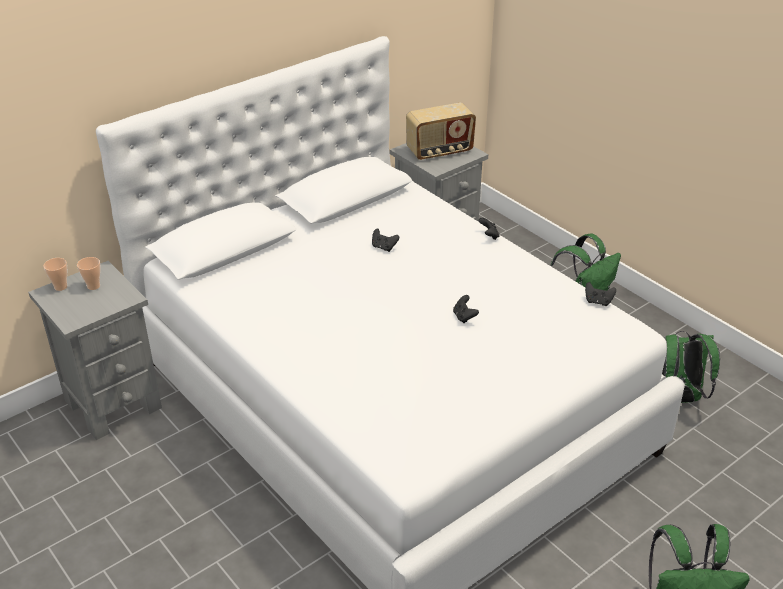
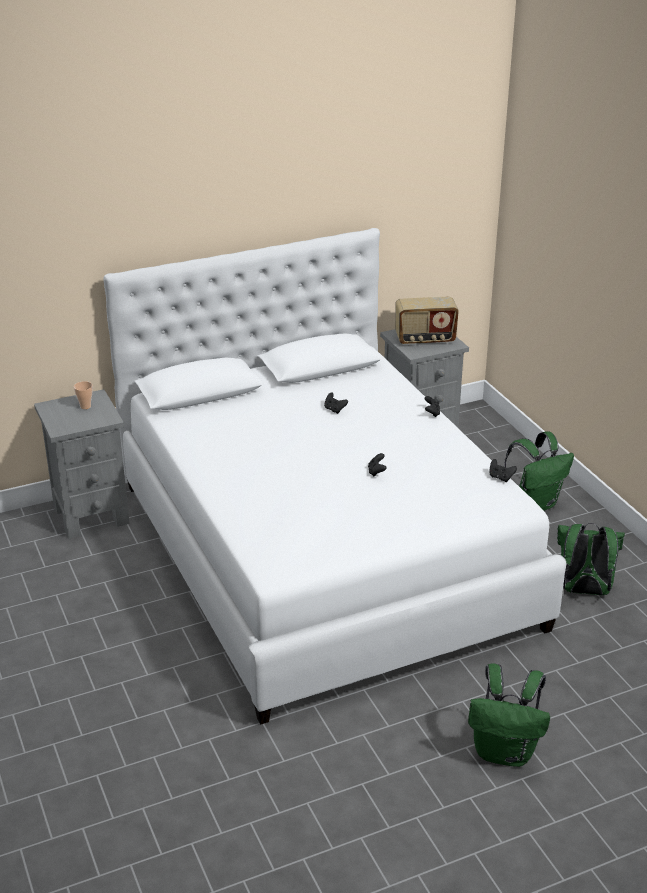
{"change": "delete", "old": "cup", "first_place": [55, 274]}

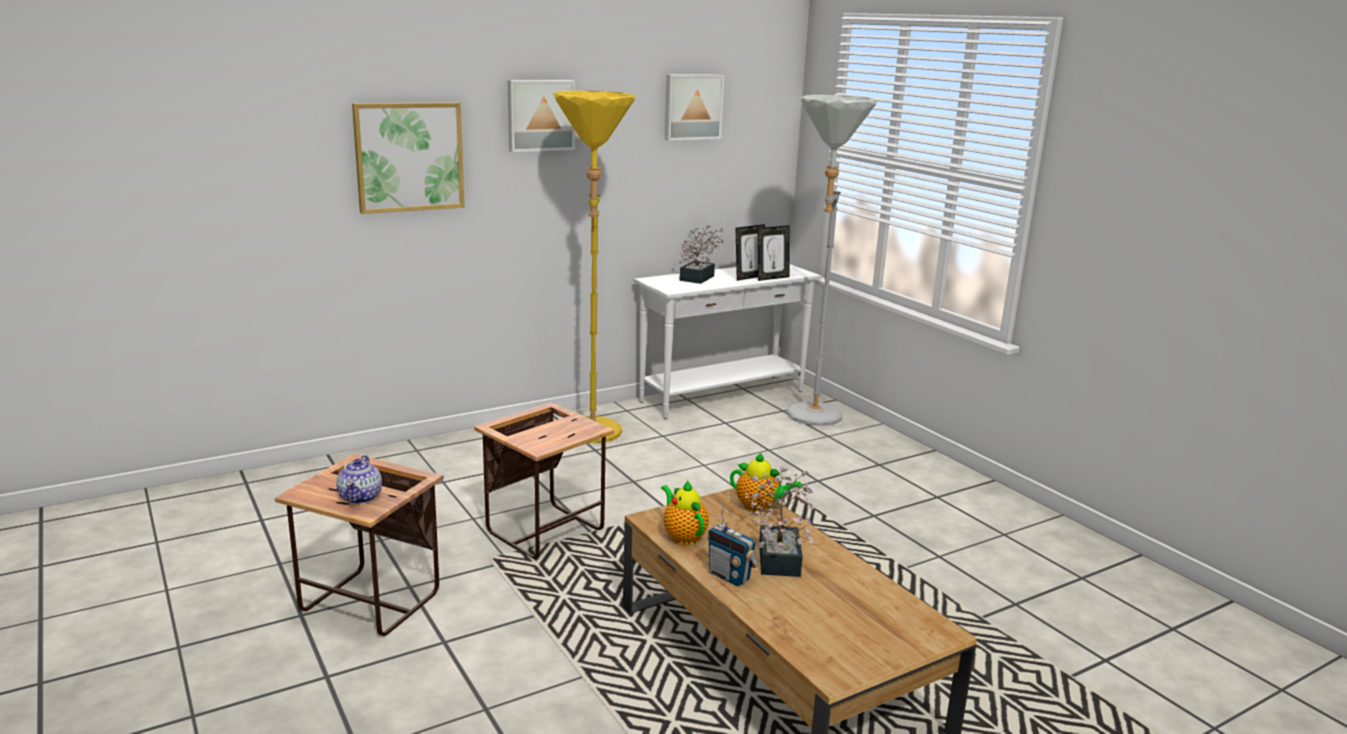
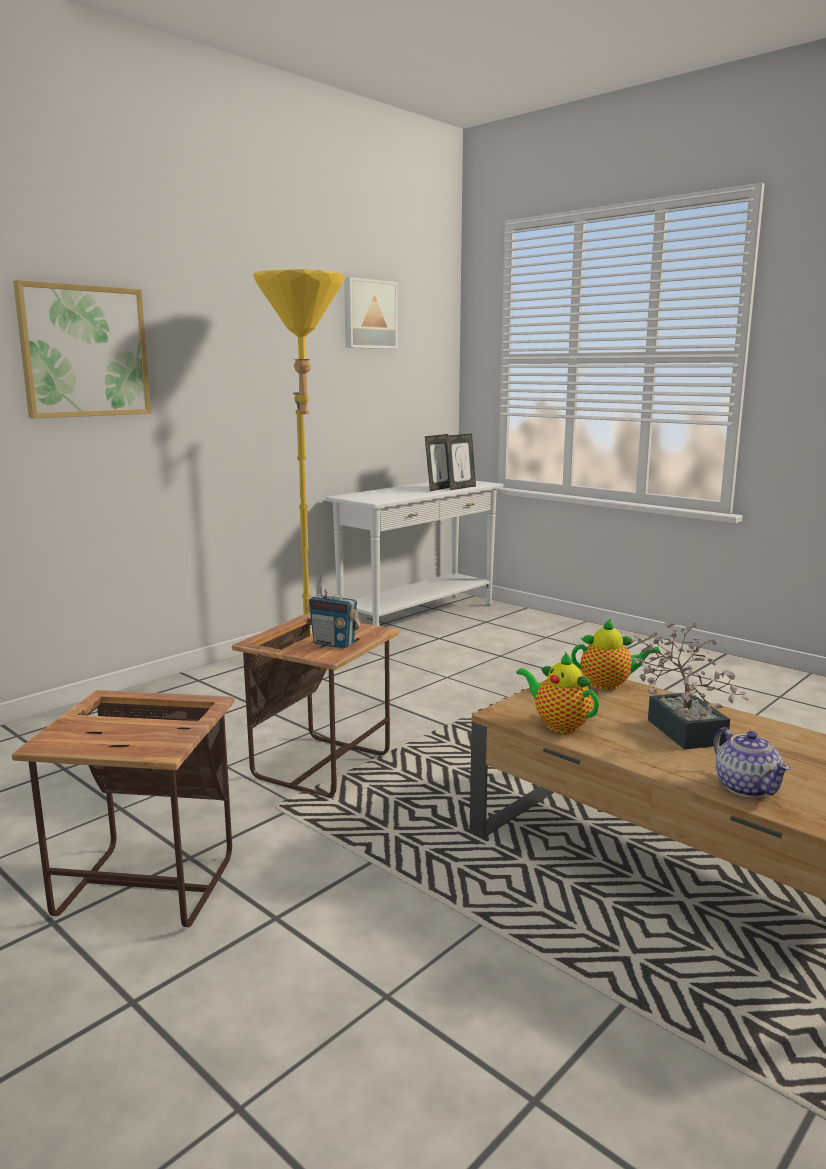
{"change": "move", "old": "radio", "first_place": [733, 544], "second_place": [334, 609]}
{"change": "move", "old": "teapot", "first_place": [359, 479], "second_place": [752, 762]}
{"change": "delete", "old": "picture", "first_place": [541, 116]}
{"change": "delete", "old": "potted_plant", "first_place": [701, 254]}
{"change": "delete", "old": "grey_floor_lamp", "first_place": [832, 260]}

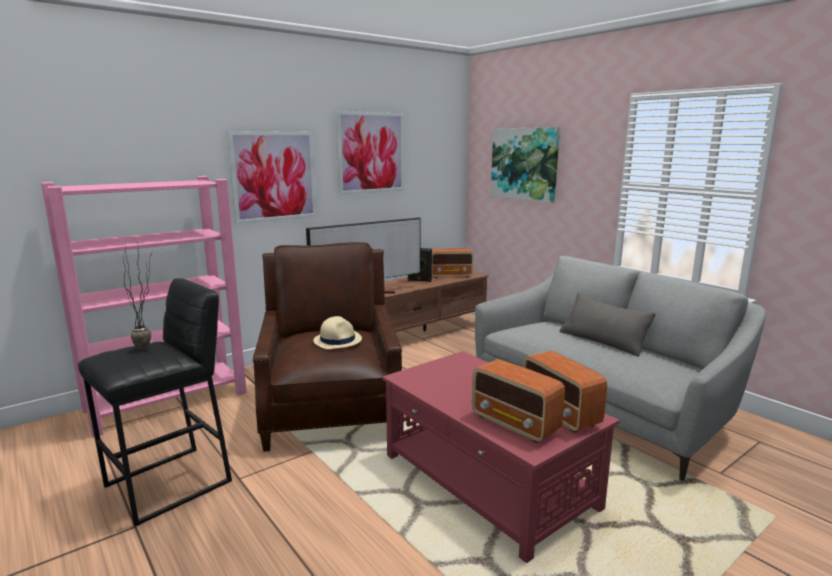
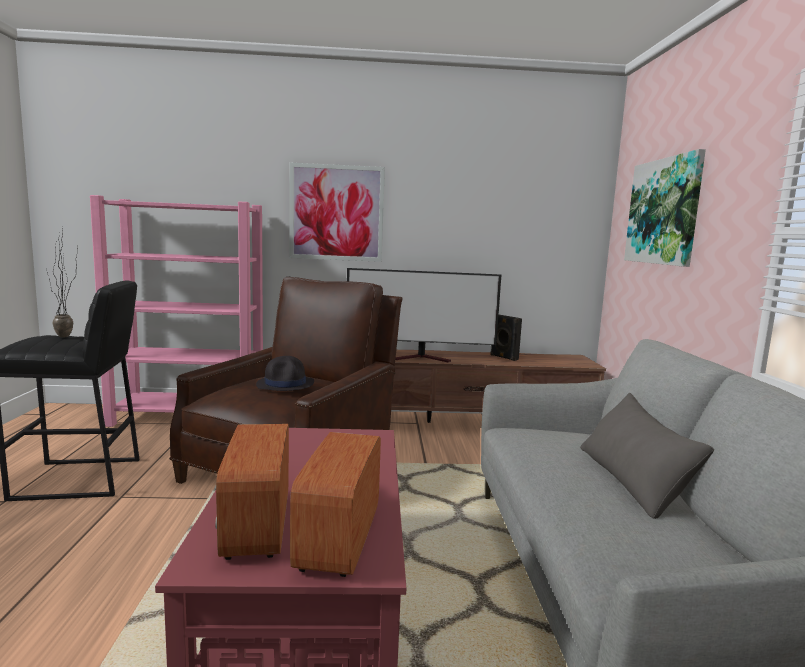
{"change": "recolor", "old": "beige_hat", "new": "black_hat", "first_place": [337, 332], "second_place": [285, 373]}
{"change": "delete", "old": "picture", "first_place": [370, 153]}
{"change": "delete", "old": "radio", "first_place": [452, 263]}

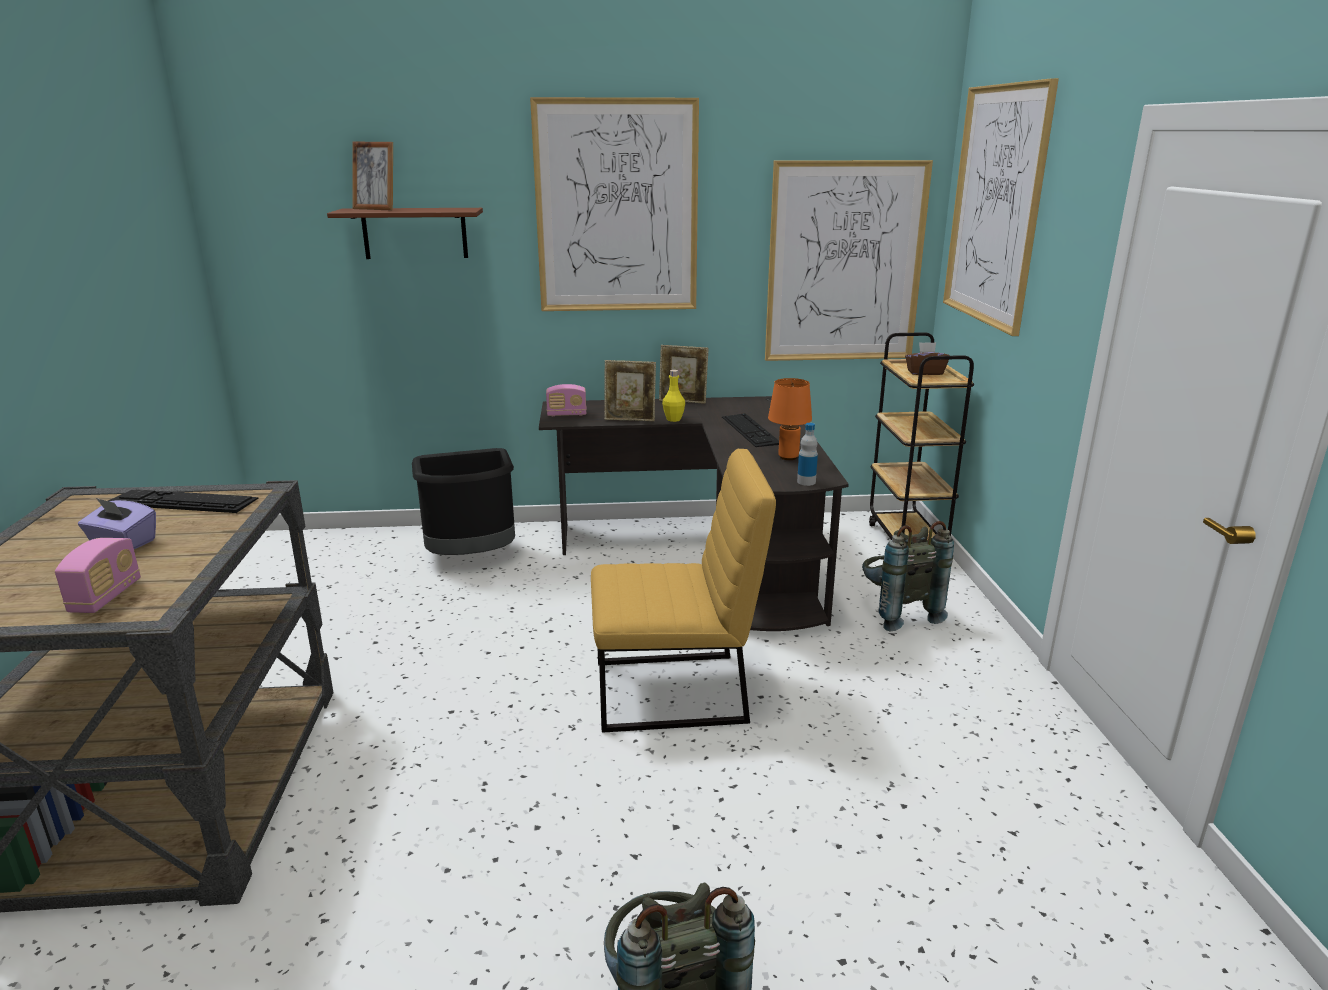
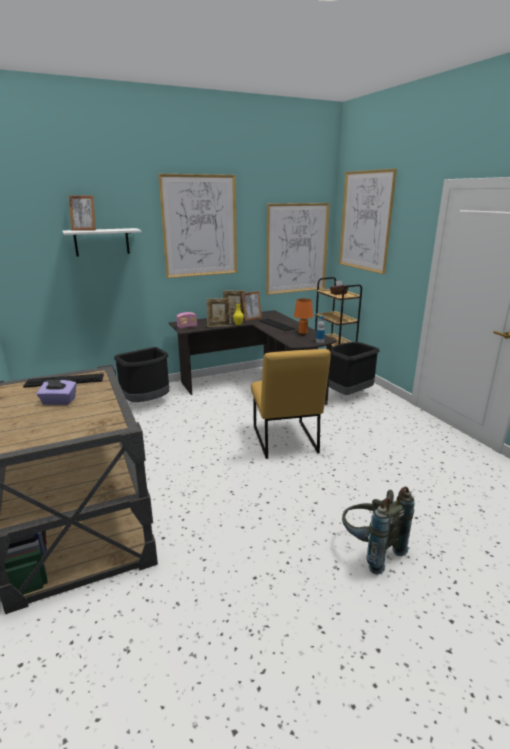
{"change": "recolor", "old": "brown_shelf", "new": "white_shelf", "first_place": [405, 233], "second_place": [102, 242]}
{"change": "insert", "new": "picture_frame", "second_place": [252, 306]}
{"change": "rotate", "old": "yellow_chair", "first_place": [683, 591], "second_place": [291, 404], "degrees": 105}
{"change": "replace", "old": "grey_backpack", "new": "black_trash_can", "first_place": [908, 576], "second_place": [354, 368]}
{"change": "delete", "old": "radio", "first_place": [98, 575]}

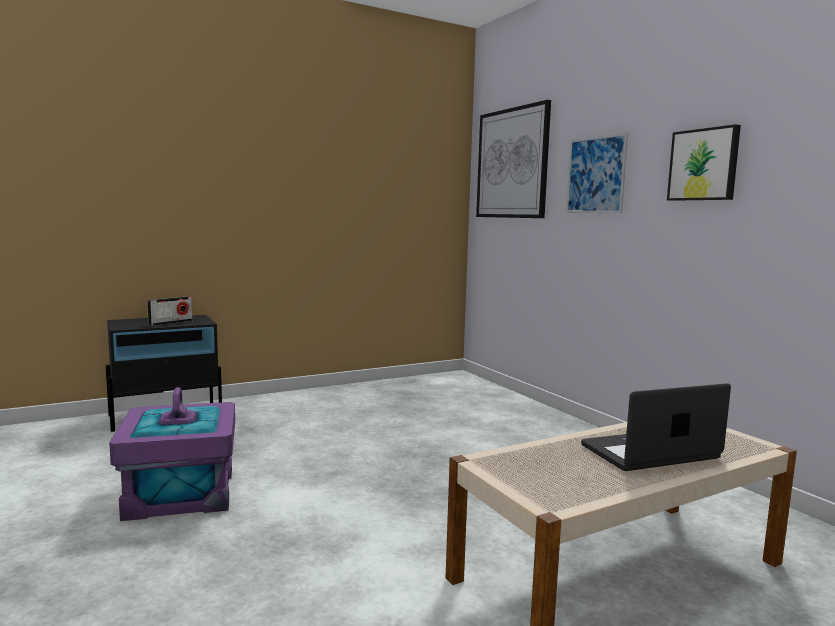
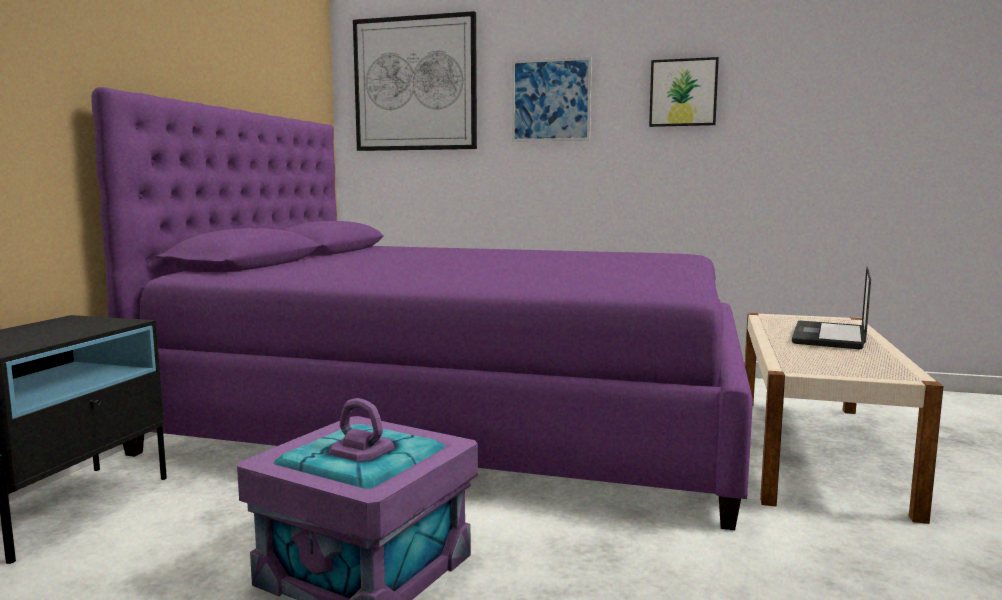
{"change": "insert", "new": "purple_bed", "second_place": [422, 308]}
{"change": "delete", "old": "radio", "first_place": [170, 311]}

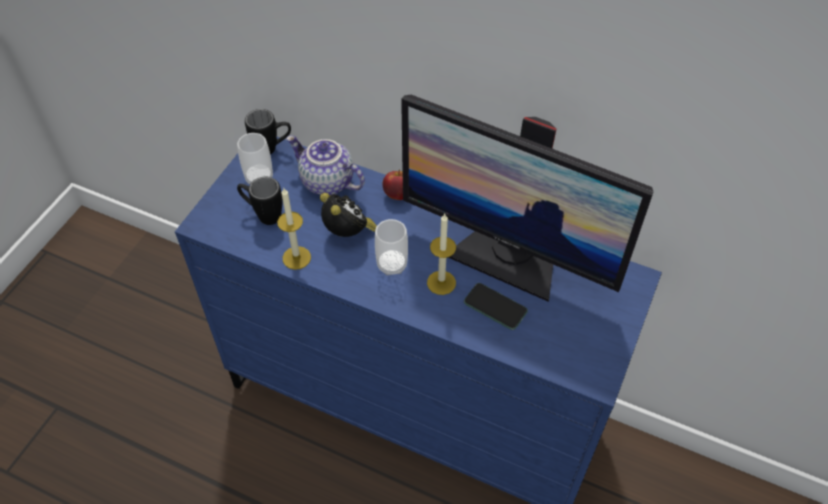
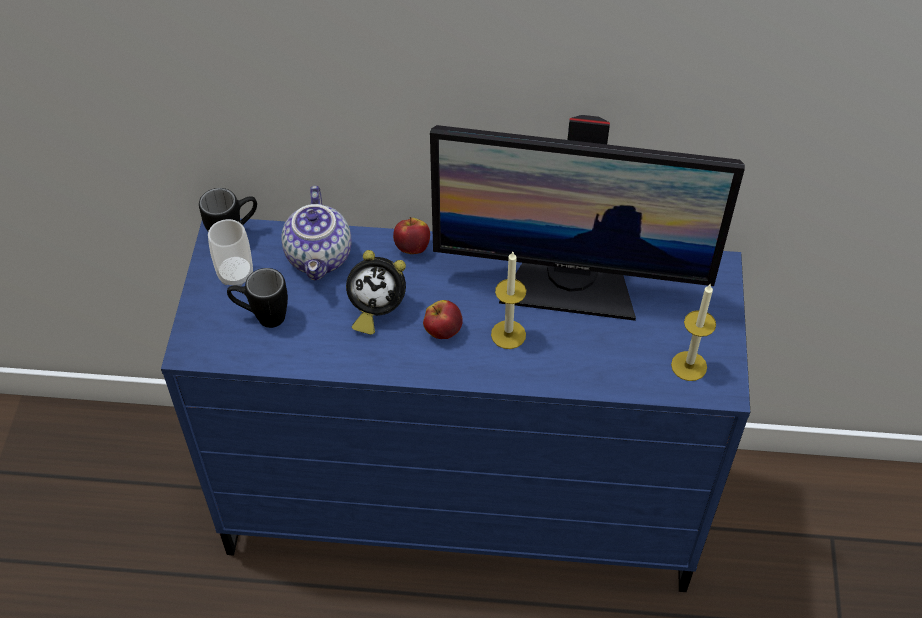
{"change": "rotate", "old": "teapot", "first_place": [325, 165], "second_place": [316, 233], "degrees": -105}
{"change": "rotate", "old": "alarm_clock", "first_place": [348, 214], "second_place": [376, 292], "degrees": 150}
{"change": "replace", "old": "cup", "new": "apple", "first_place": [391, 247], "second_place": [443, 319]}
{"change": "move", "old": "candle", "first_place": [294, 229], "second_place": [693, 332]}
{"change": "delete", "old": "phone", "first_place": [496, 306]}

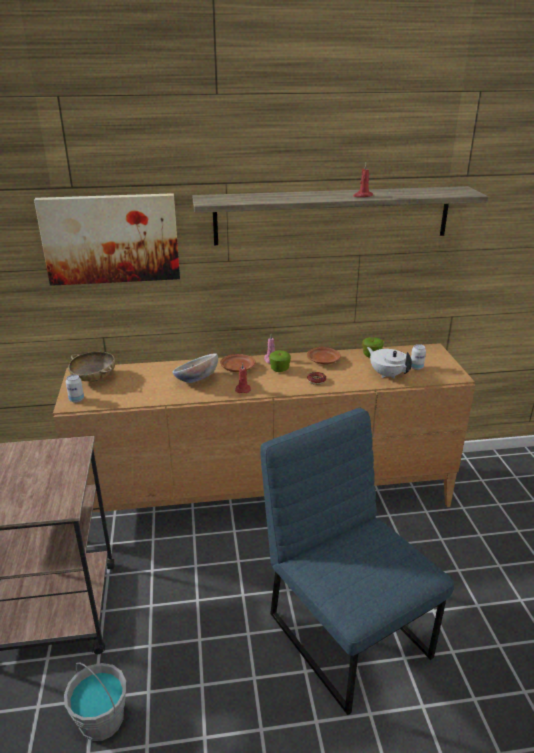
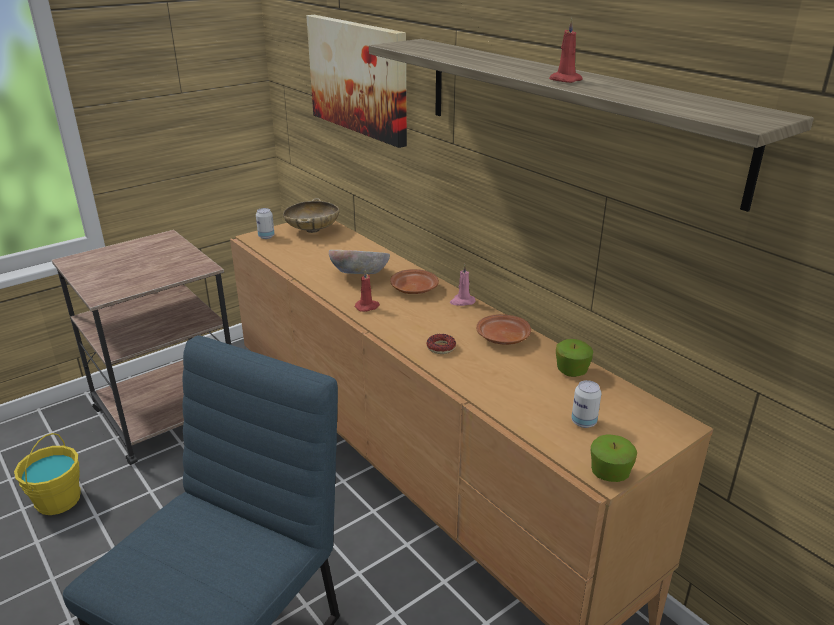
{"change": "recolor", "old": "grey_bucket", "new": "yellow_bucket", "first_place": [95, 702], "second_place": [47, 474]}
{"change": "move", "old": "apple", "first_place": [280, 361], "second_place": [614, 458]}
{"change": "delete", "old": "white_teapot", "first_place": [389, 362]}

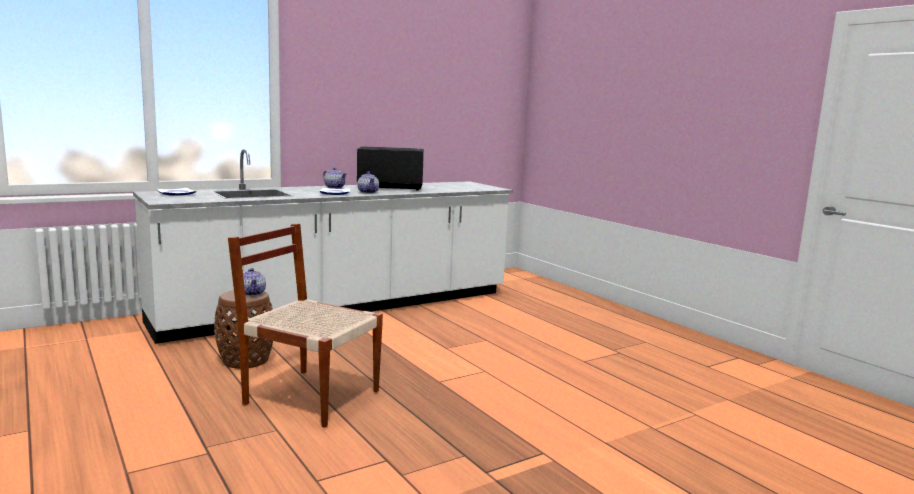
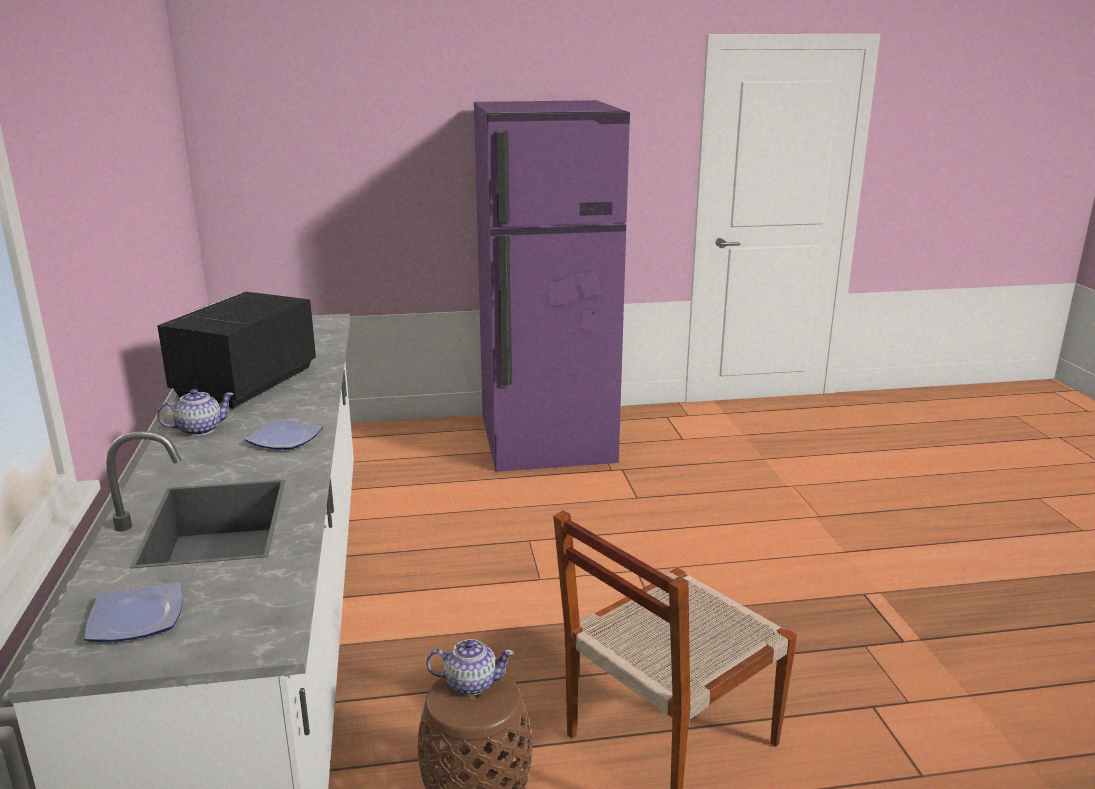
{"change": "insert", "new": "purple_fridge", "second_place": [552, 286]}
{"change": "delete", "old": "teapot", "first_place": [368, 183]}

